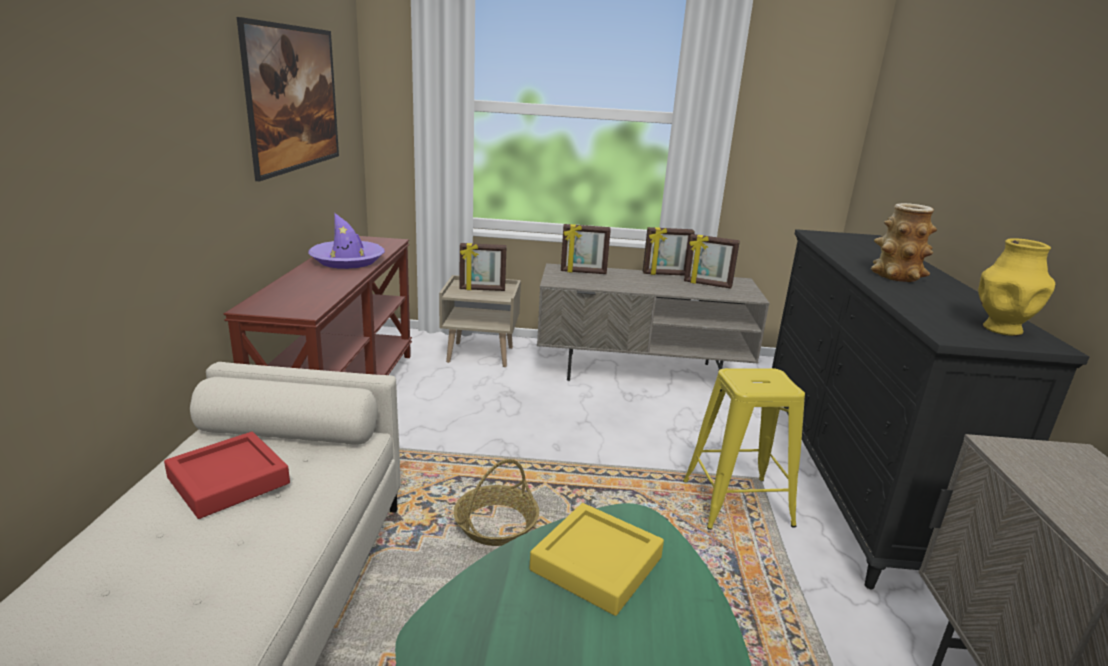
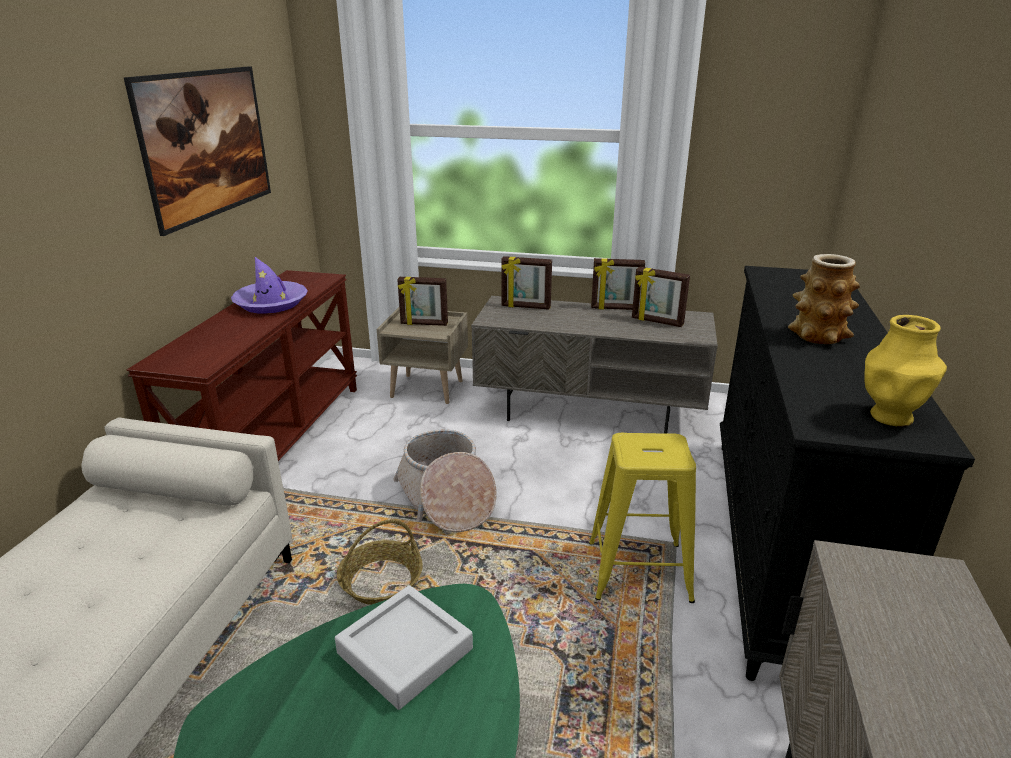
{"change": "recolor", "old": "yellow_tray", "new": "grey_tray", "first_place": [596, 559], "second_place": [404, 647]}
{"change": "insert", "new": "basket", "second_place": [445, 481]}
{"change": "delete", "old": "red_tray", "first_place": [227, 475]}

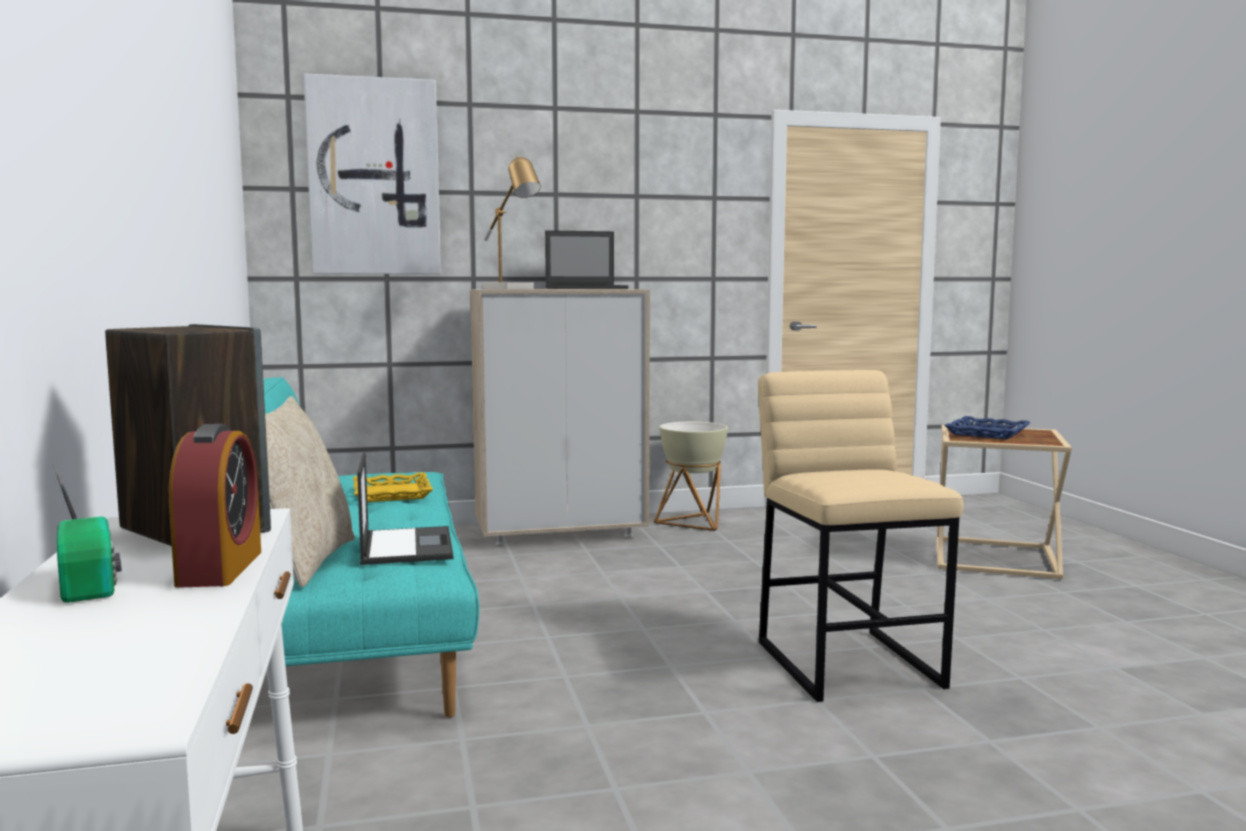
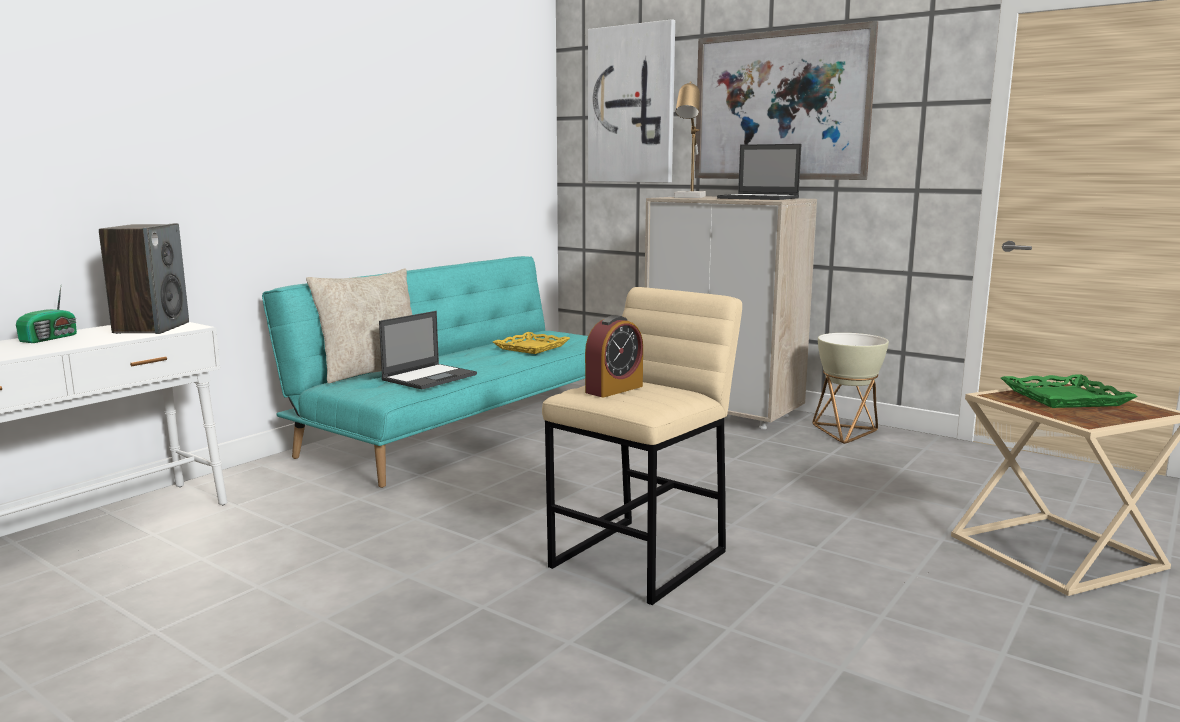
{"change": "move", "old": "alarm_clock", "first_place": [215, 506], "second_place": [614, 356]}
{"change": "insert", "new": "picture", "second_place": [786, 100]}
{"change": "recolor", "old": "blue_tray", "new": "green_tray", "first_place": [987, 427], "second_place": [1069, 391]}

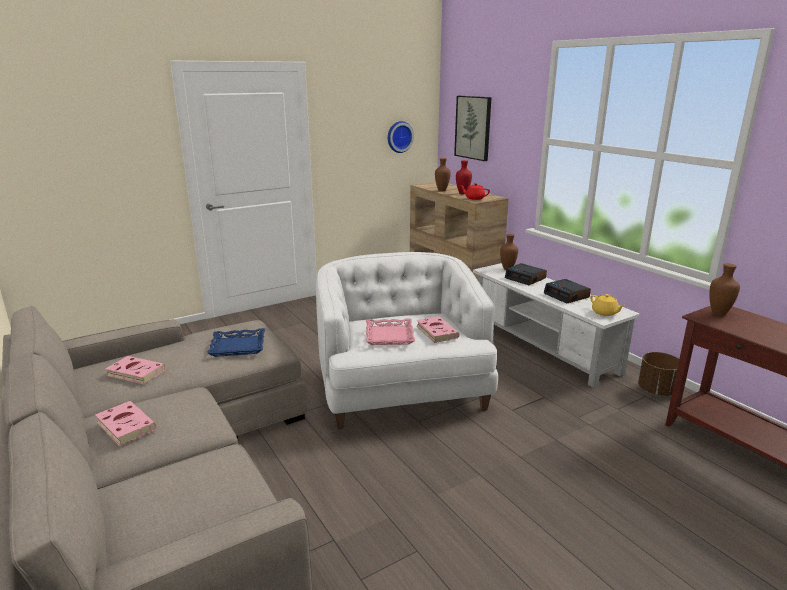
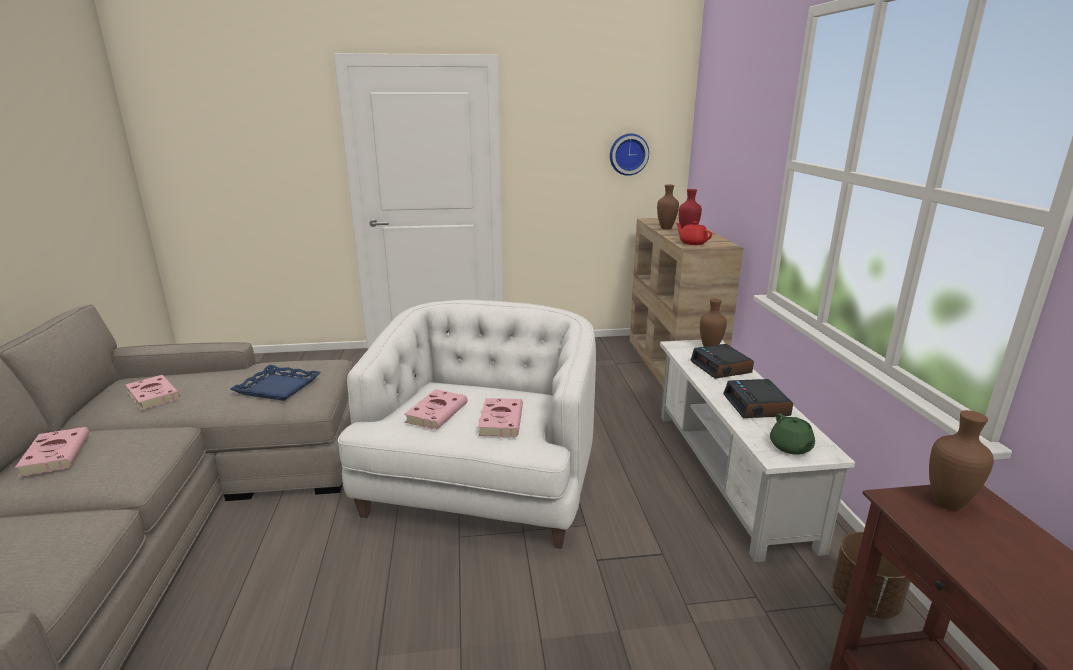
{"change": "replace", "old": "pink_tray", "new": "pink_book", "first_place": [390, 331], "second_place": [436, 409]}
{"change": "recolor", "old": "yellow_teapot", "new": "green_teapot", "first_place": [608, 305], "second_place": [792, 434]}
{"change": "delete", "old": "picture", "first_place": [473, 128]}

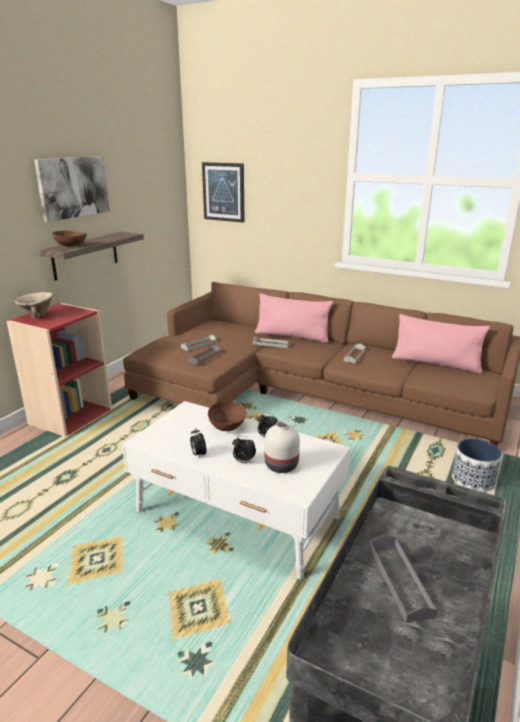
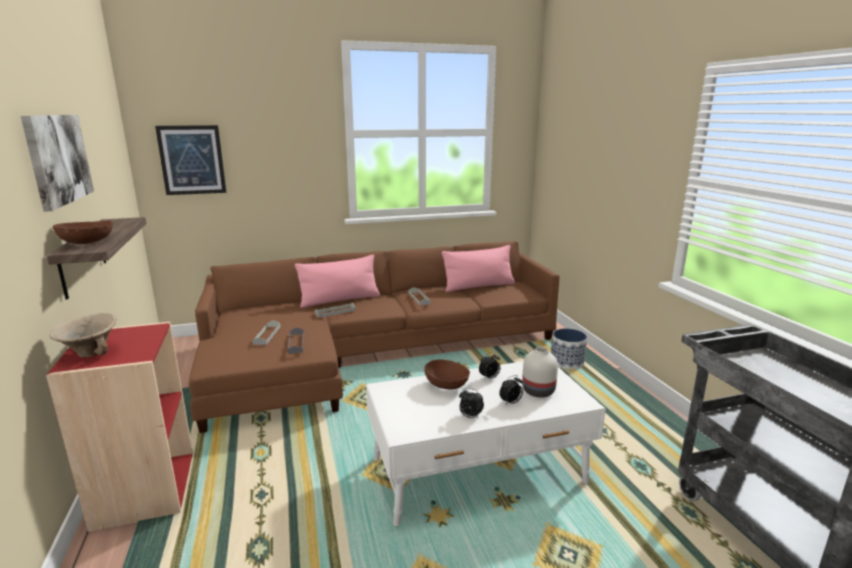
{"change": "delete", "old": "grey_tray", "first_place": [403, 578]}

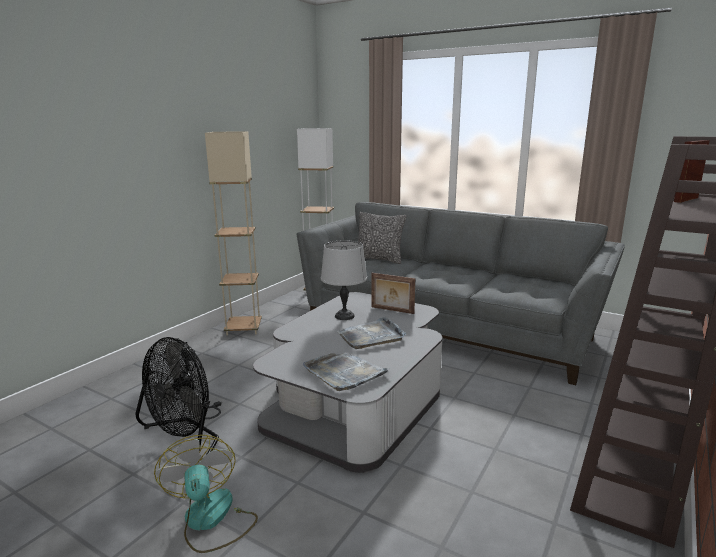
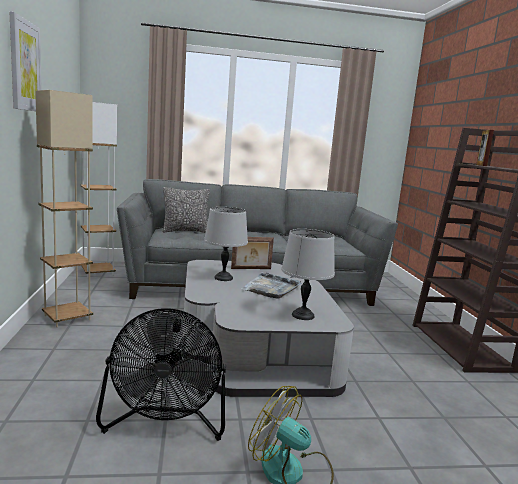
{"change": "insert", "new": "picture", "second_place": [26, 61]}
{"change": "replace", "old": "grey_tray", "new": "grey_table_lamp", "first_place": [346, 371], "second_place": [308, 274]}

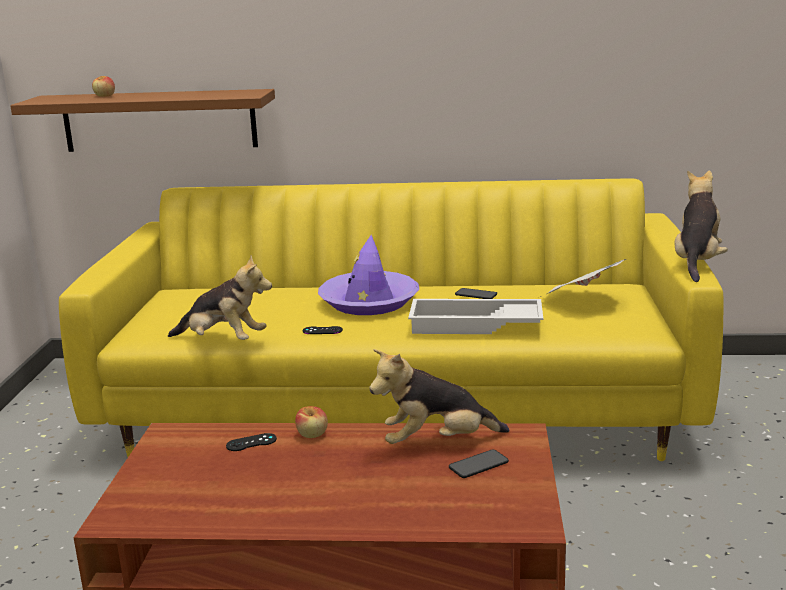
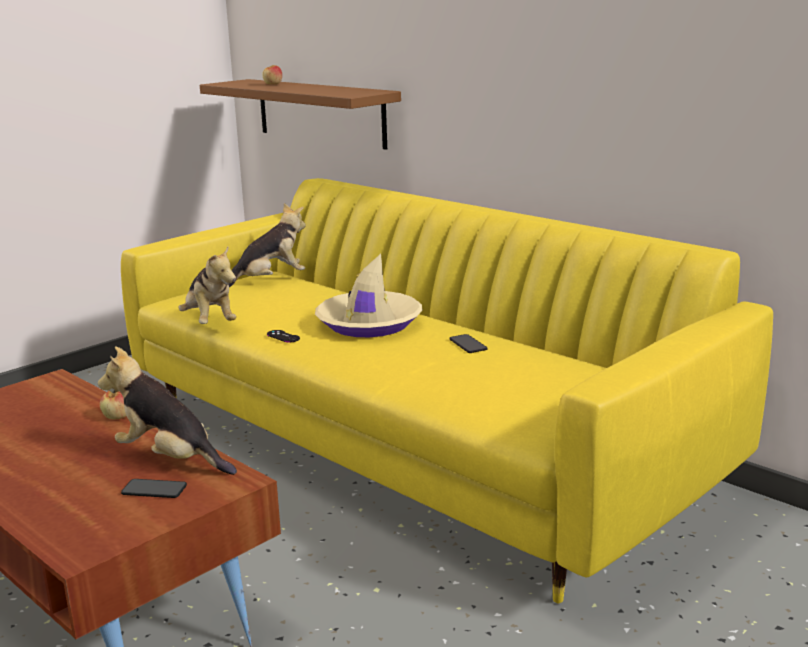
{"change": "move", "old": "plush_toy", "first_place": [701, 226], "second_place": [267, 245]}
{"change": "recolor", "old": "purple_hat", "new": "beige_hat", "first_place": [368, 275], "second_place": [369, 295]}
{"change": "delete", "old": "black_game_controller", "first_place": [251, 442]}
{"change": "delete", "old": "white_tray", "first_place": [475, 316]}
{"change": "delete", "old": "newspaper", "first_place": [583, 278]}

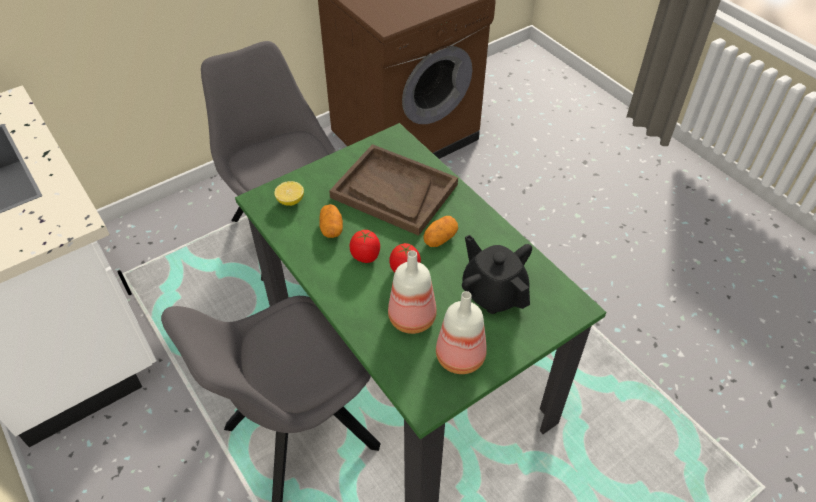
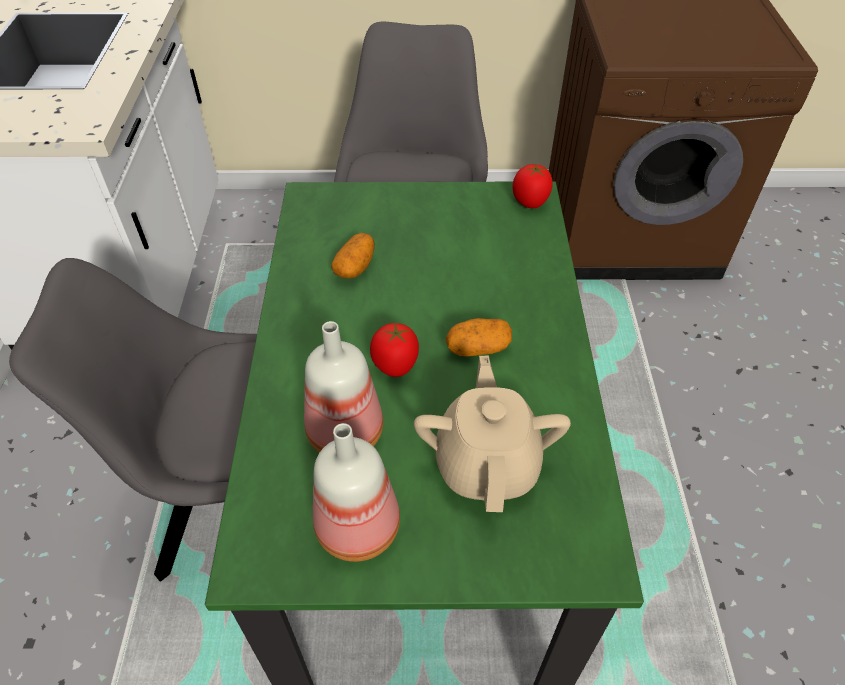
{"change": "recolor", "old": "black_teapot", "new": "beige_teapot", "first_place": [497, 274], "second_place": [492, 433]}
{"change": "move", "old": "tomato", "first_place": [365, 246], "second_place": [532, 186]}
{"change": "delete", "old": "lemon", "first_place": [289, 193]}
{"change": "delete", "old": "brown_tray", "first_place": [393, 190]}

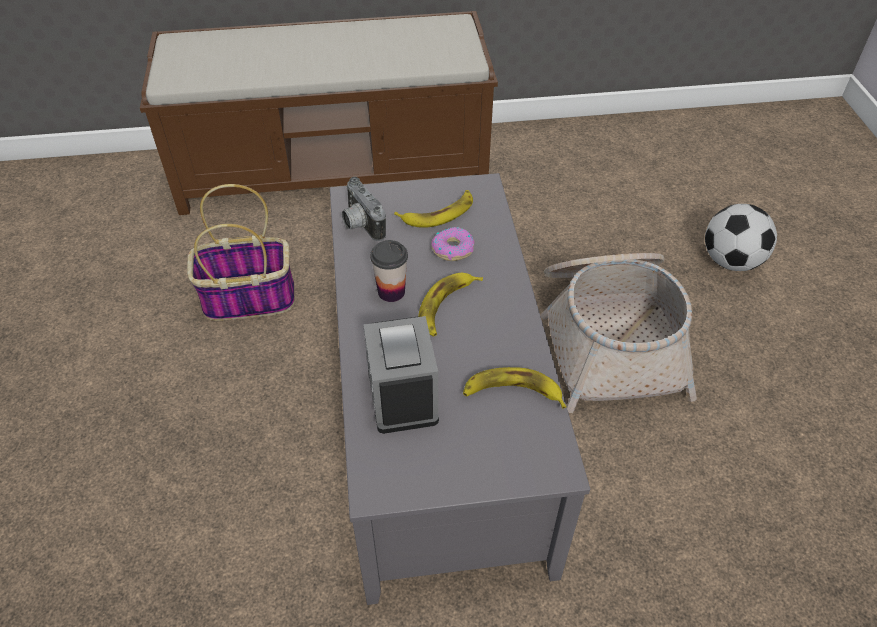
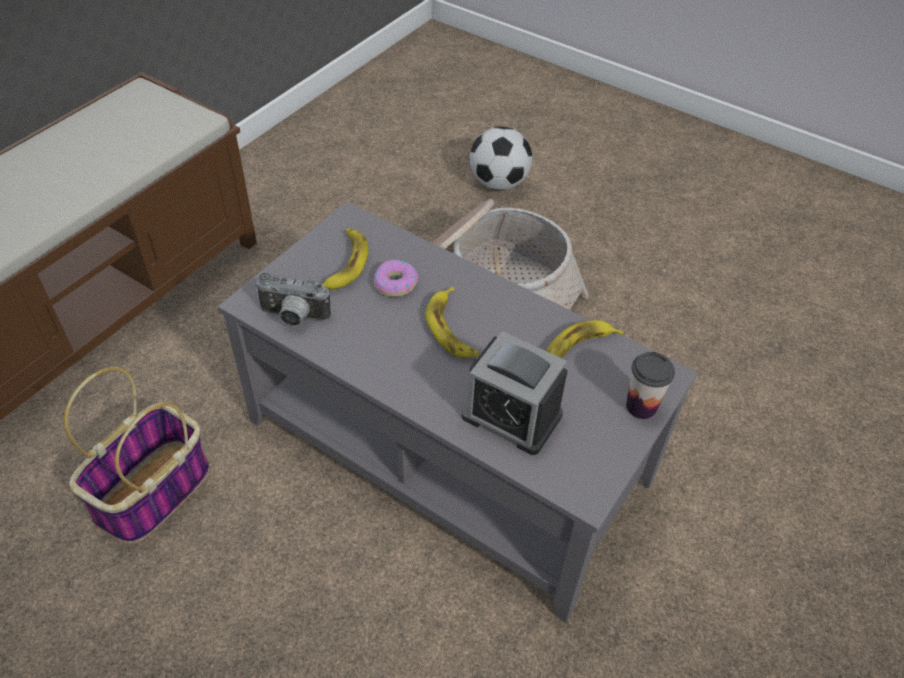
{"change": "move", "old": "cup", "first_place": [389, 271], "second_place": [650, 385]}

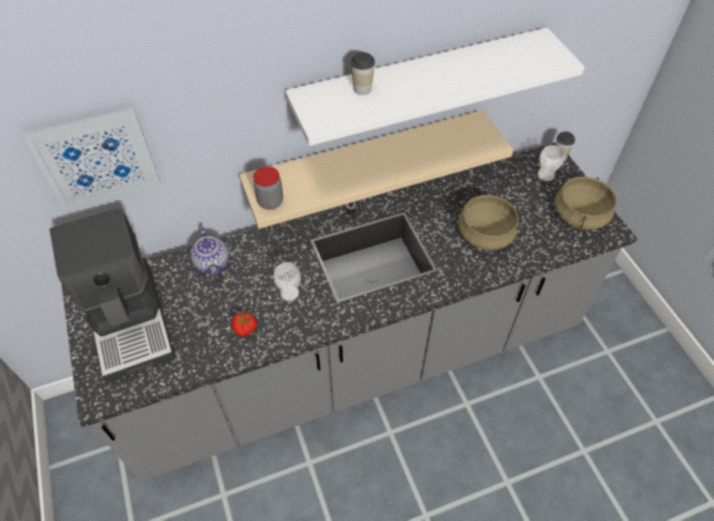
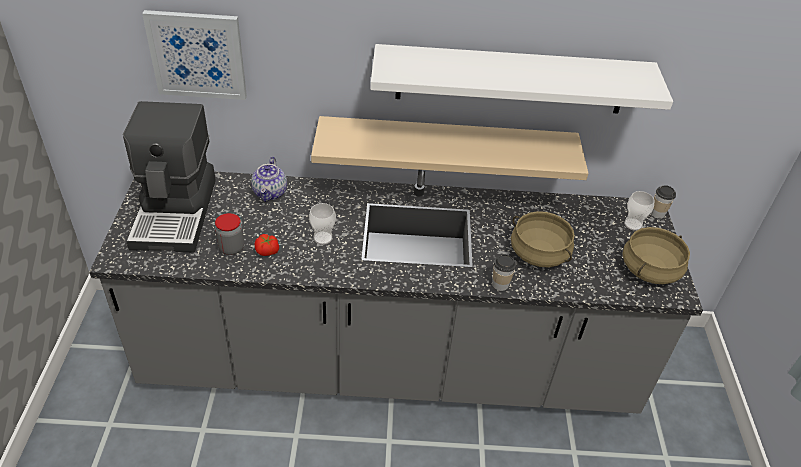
{"change": "move", "old": "jar", "first_place": [268, 188], "second_place": [229, 234]}
{"change": "move", "old": "cup", "first_place": [363, 73], "second_place": [504, 272]}

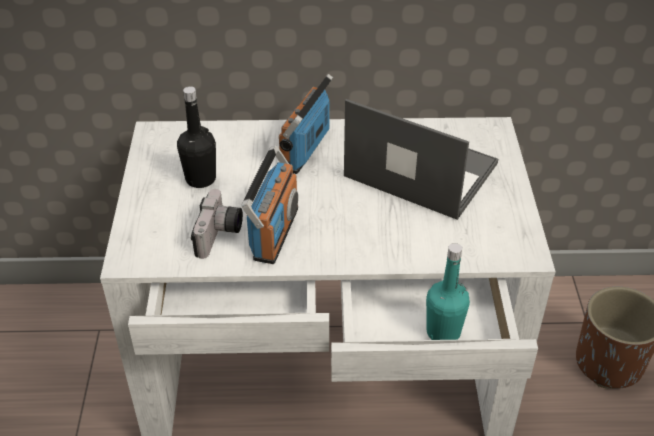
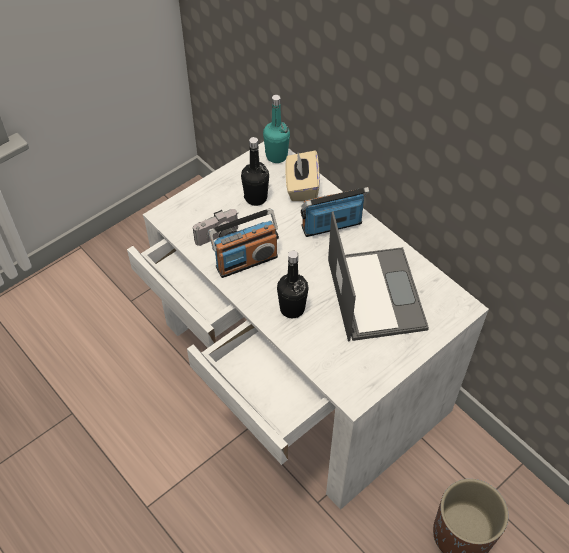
{"change": "move", "old": "turquoise_bottle", "first_place": [448, 291], "second_place": [276, 129]}
{"change": "insert", "new": "black_bottle", "second_place": [292, 284]}
{"change": "insert", "new": "beige_tissue_box", "second_place": [303, 176]}

